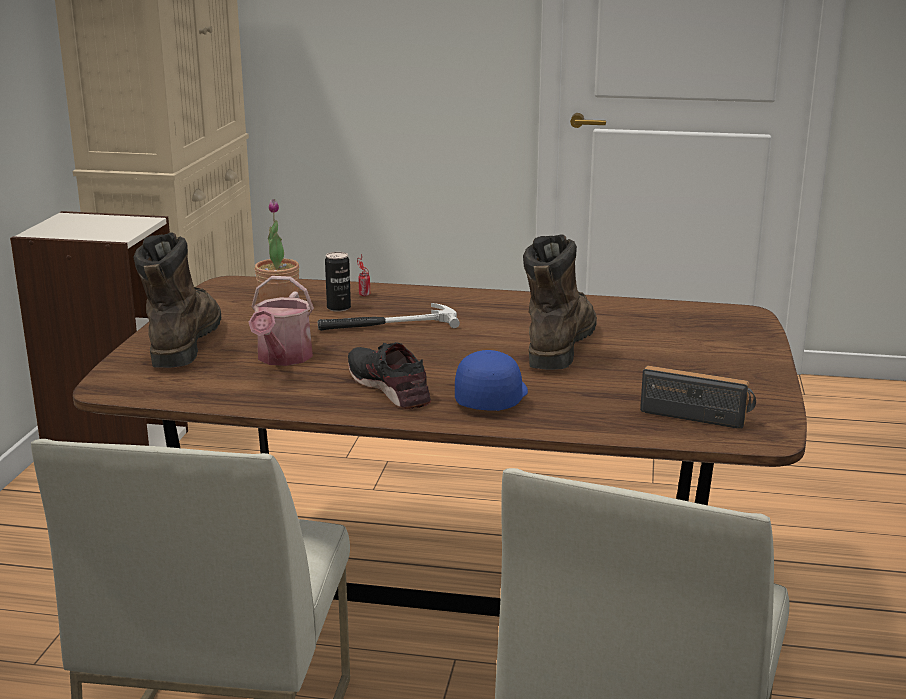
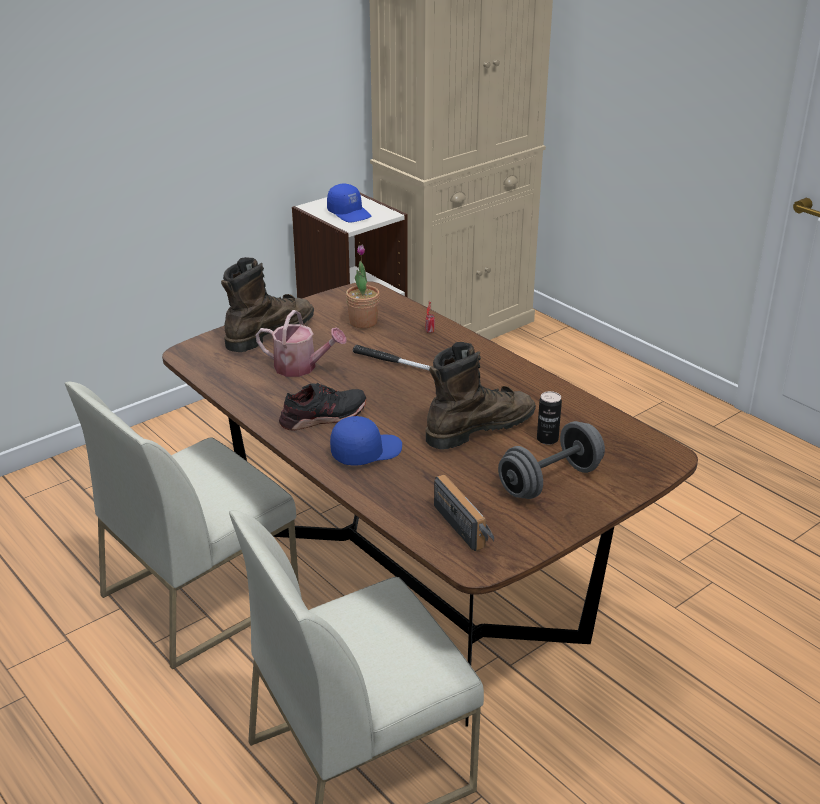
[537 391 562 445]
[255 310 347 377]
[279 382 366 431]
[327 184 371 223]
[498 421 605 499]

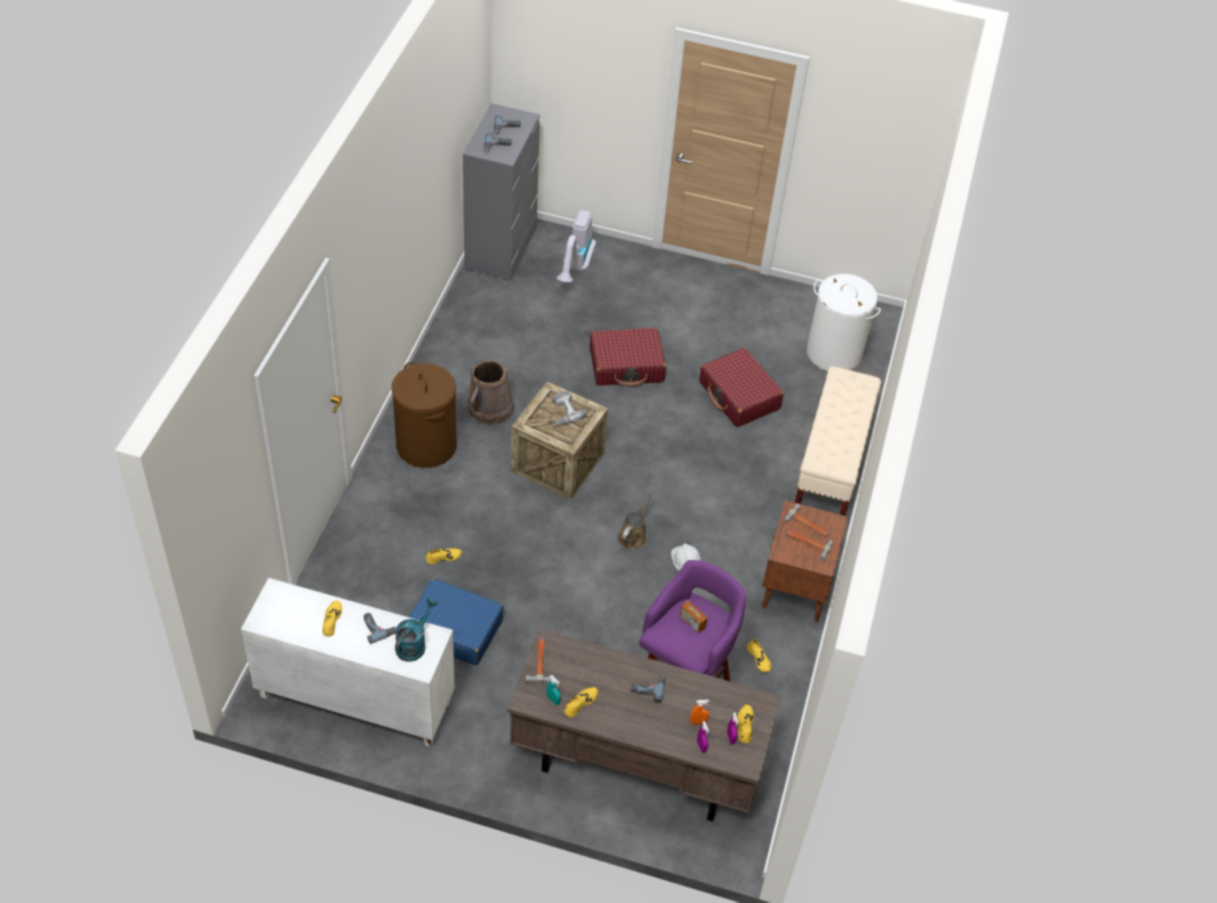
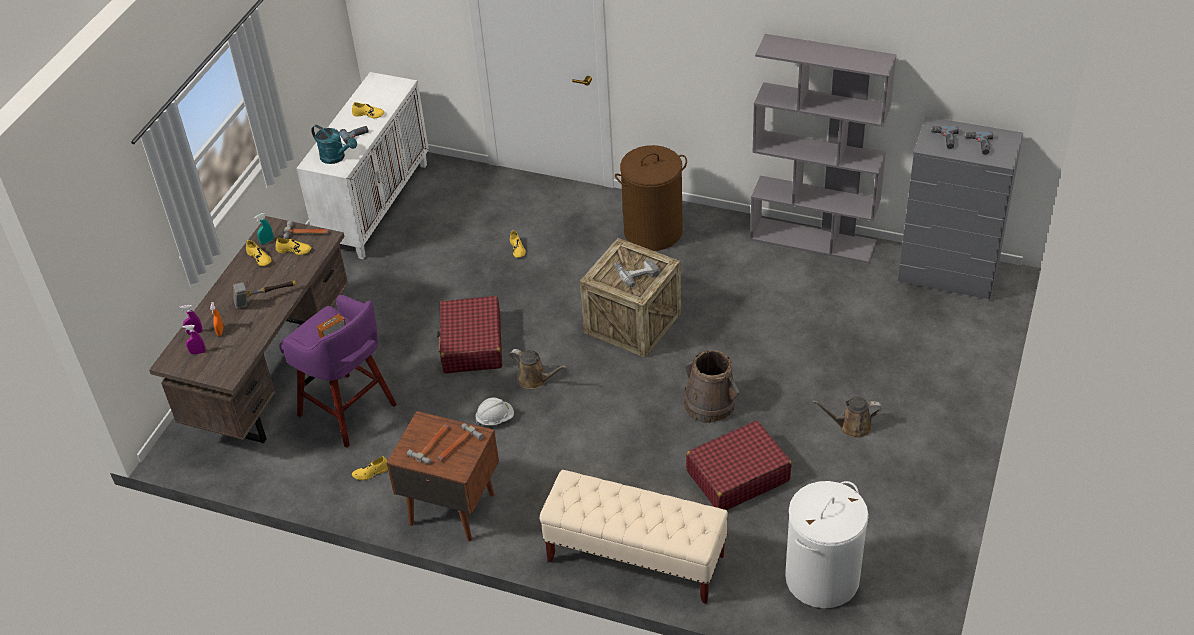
[557 210 596 282] (first image)
[437 296 502 374]
[684 350 739 423]
[409 579 504 665] (first image)
[233 281 297 309]
[276 238 311 255]
[750 34 897 263]
[812 397 882 438]

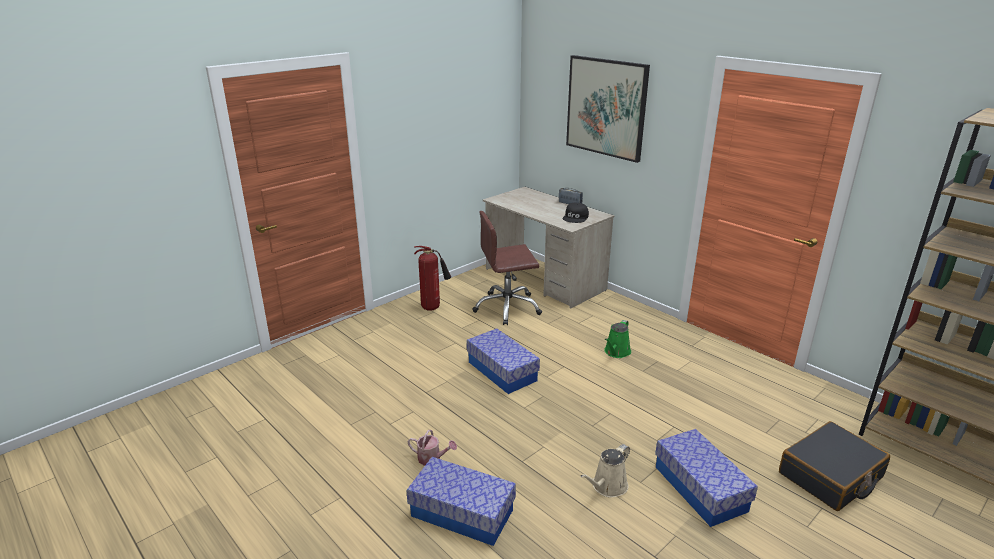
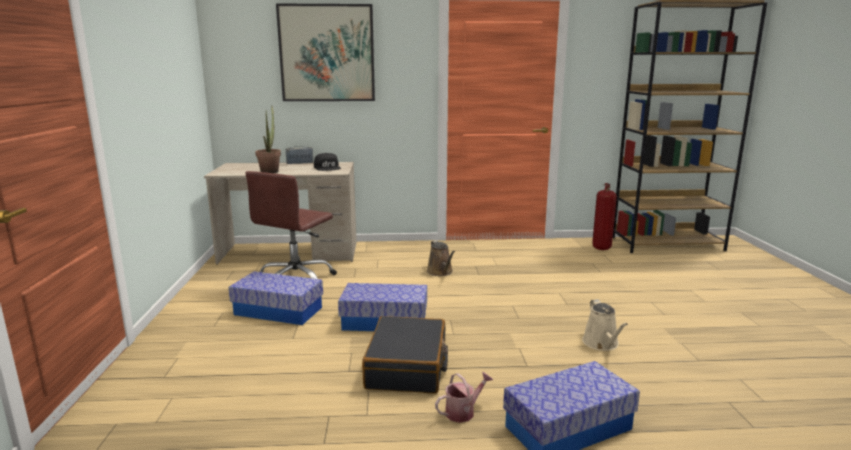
[592 183 617 250]
[427 240 455 276]
[362 316 448 394]
[229 271 323 325]
[255 106 281 173]

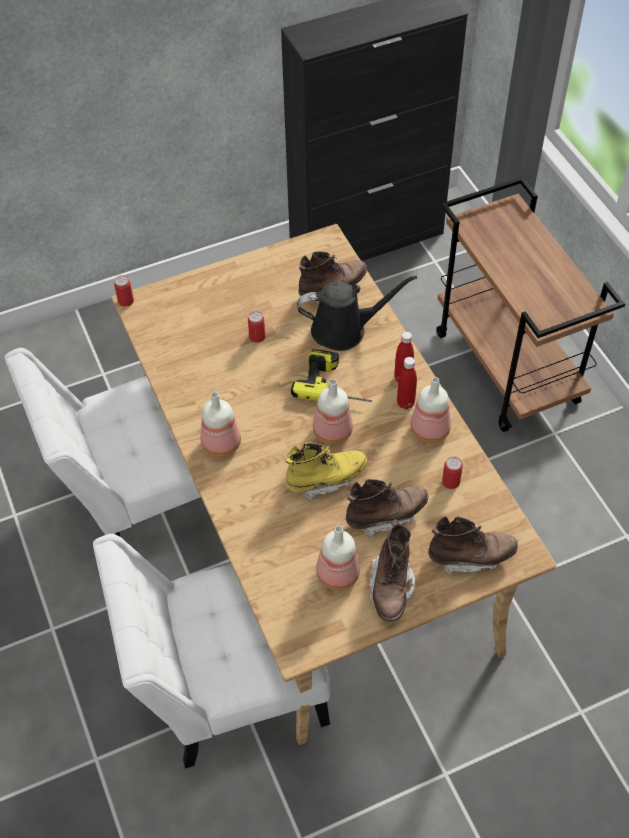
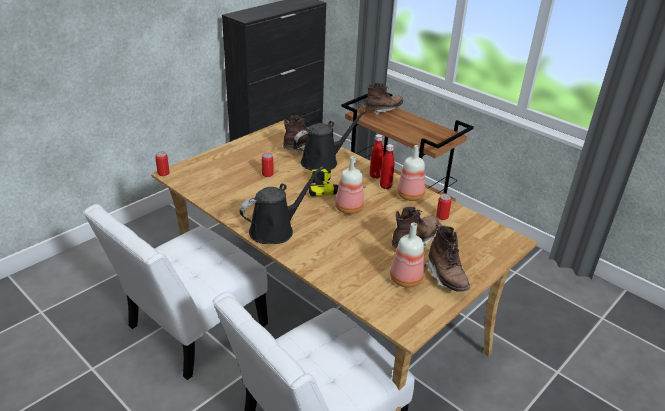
[240 167 323 244]
[285 442 367 501] (first image)
[365 83 403 115]

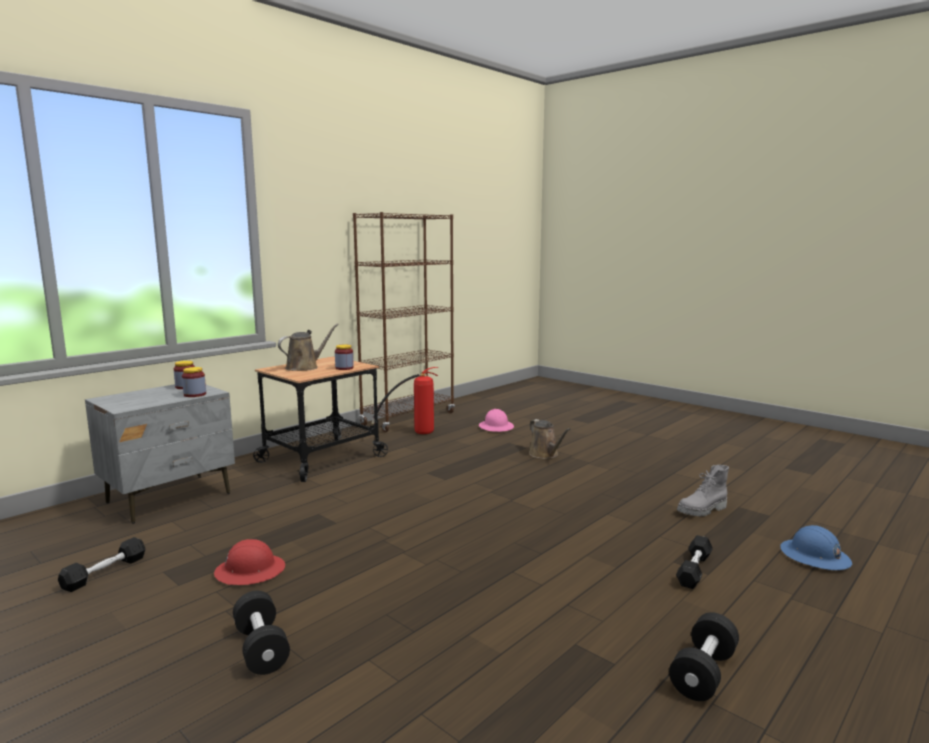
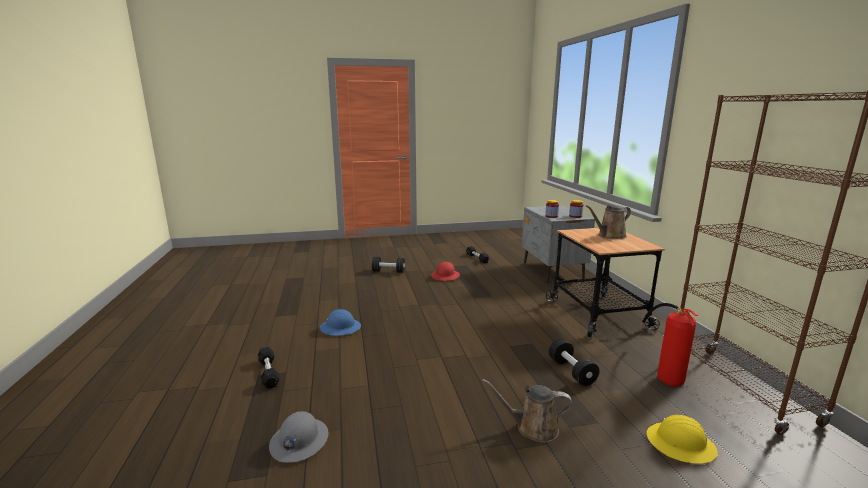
[586 205 631 239]
[335 345 354 370] (first image)
[647 415 718 463]
[269 411 329 463]
[320 309 361 336]
[549 339 599 386]

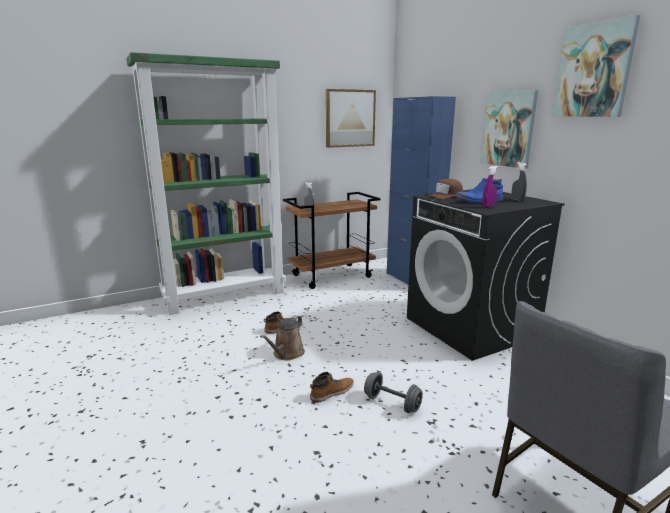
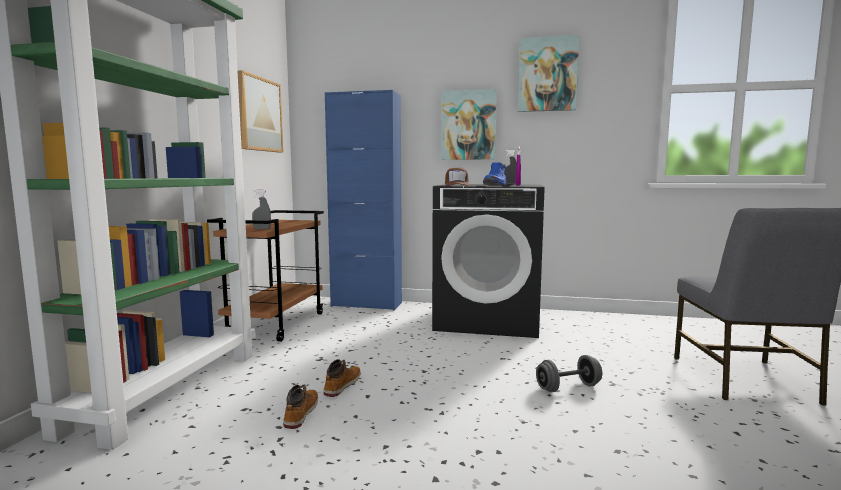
[260 315 305 360] (first image)
[283 384 318 429]

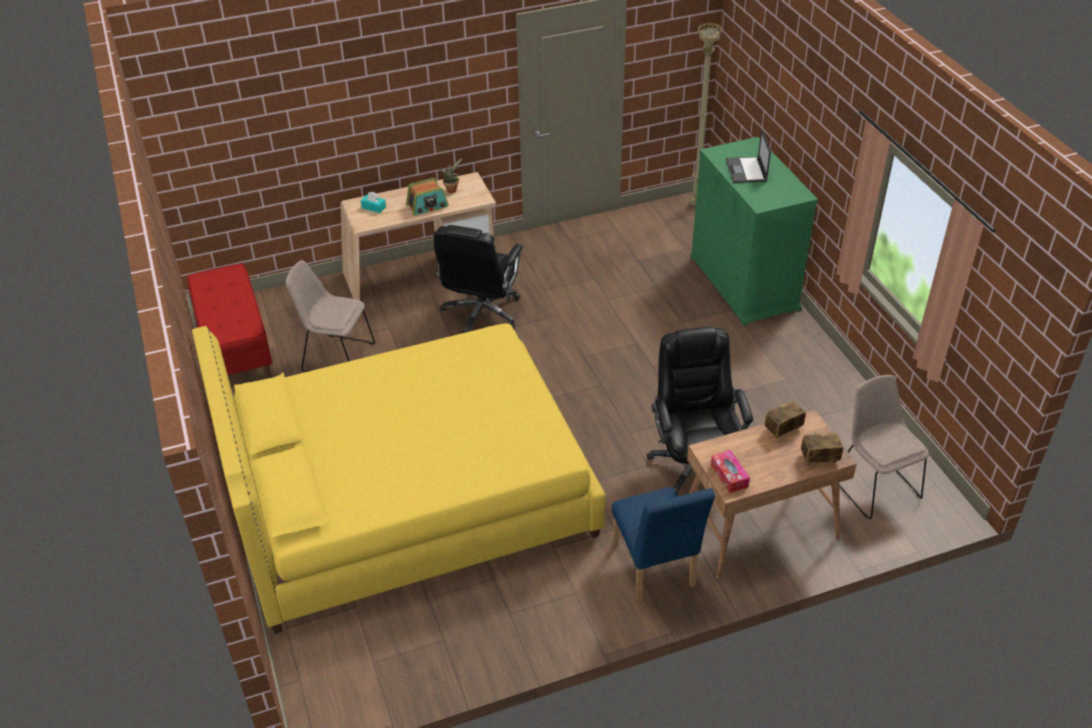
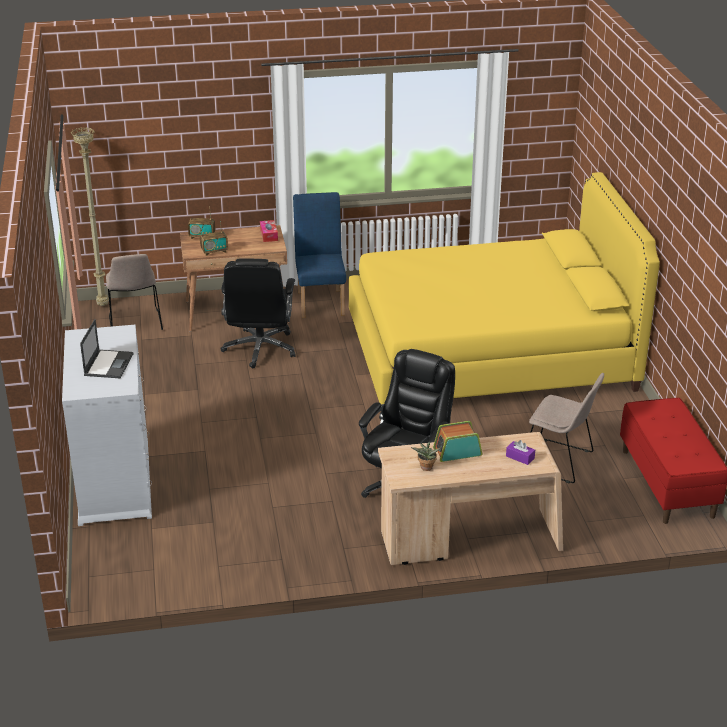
[71 127 109 306]
[62 325 152 526]
[506 440 535 465]

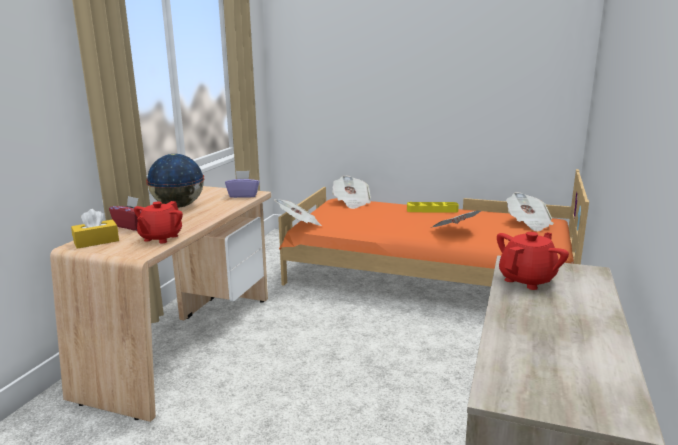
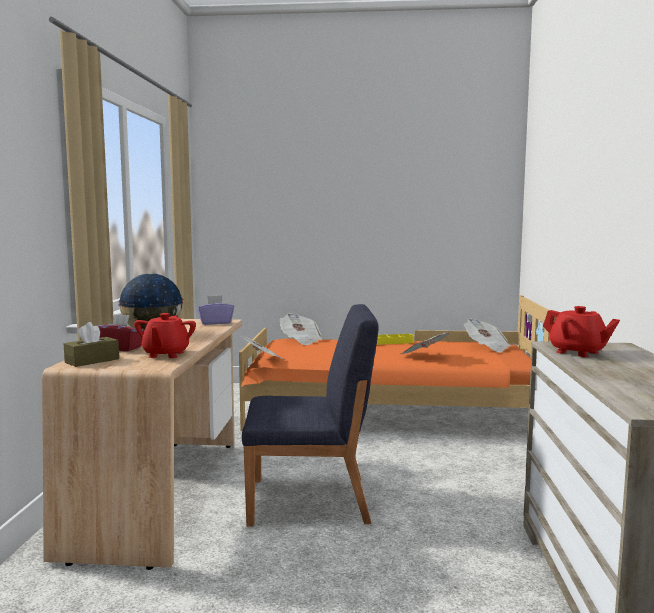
[64 322 119 367]
[543 306 620 357]
[242 304 379 527]

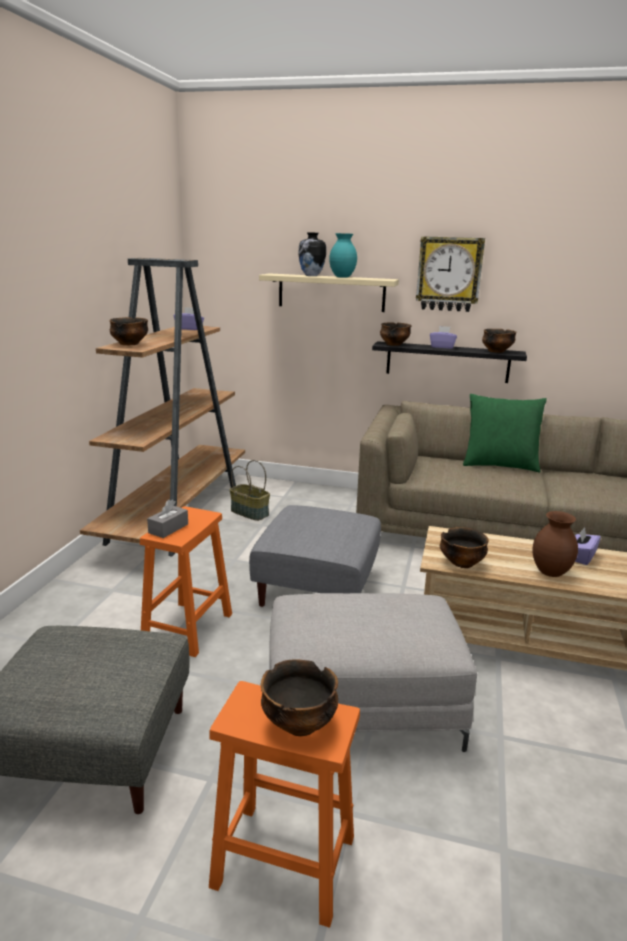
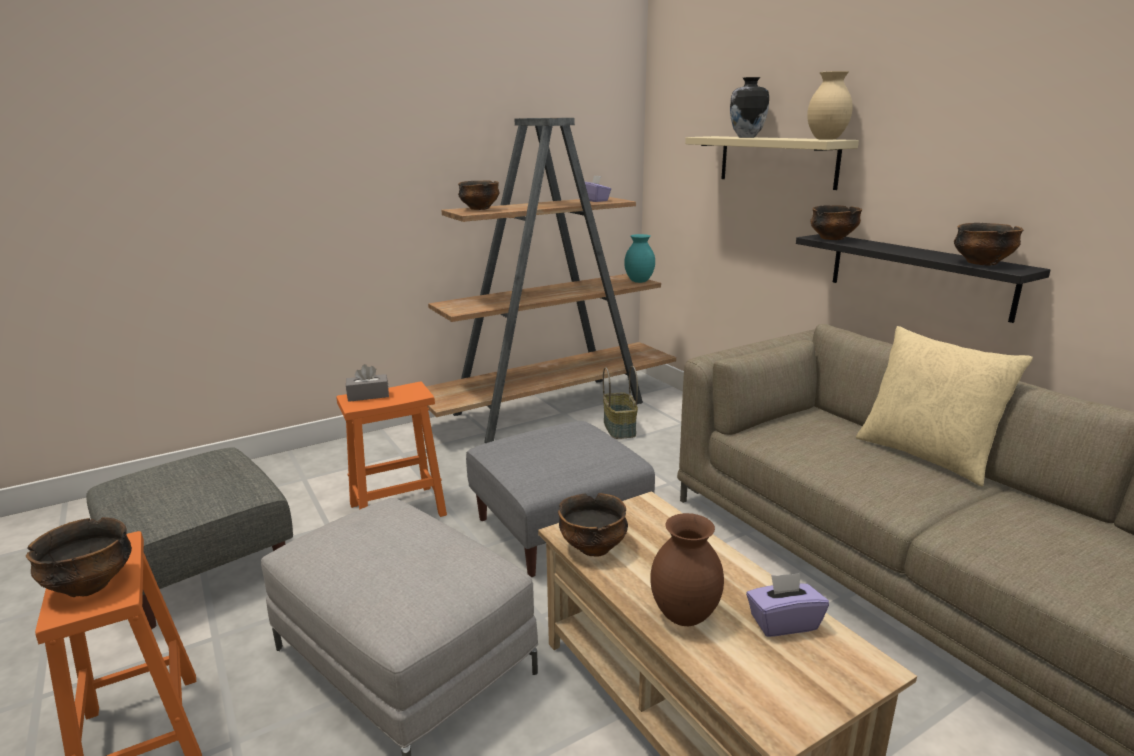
[624 234 655 283]
[416 236 485 312] (first image)
[430 326 457 349] (first image)
[856 326 1033 487]
[807 71 853 140]

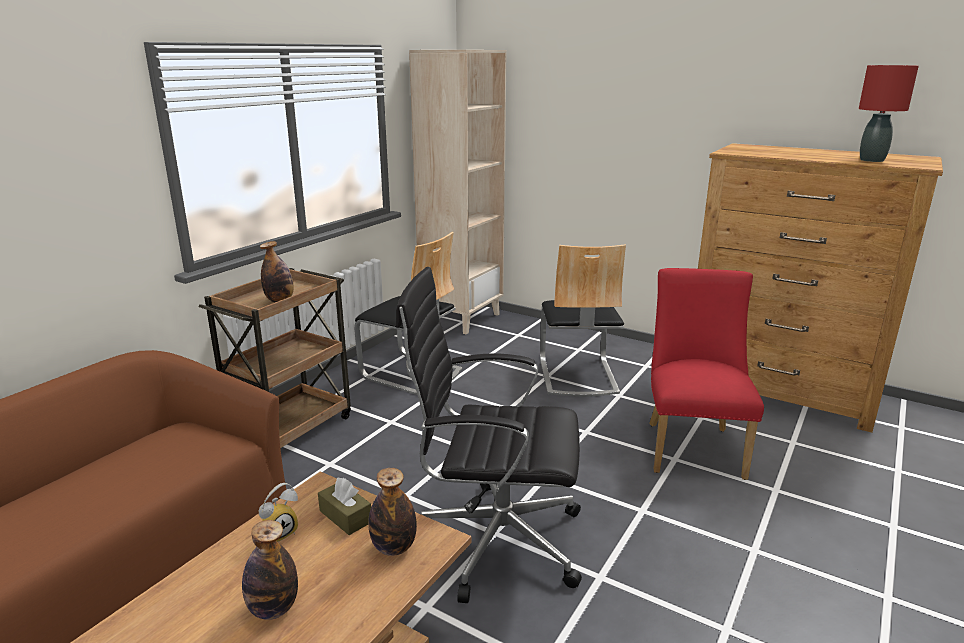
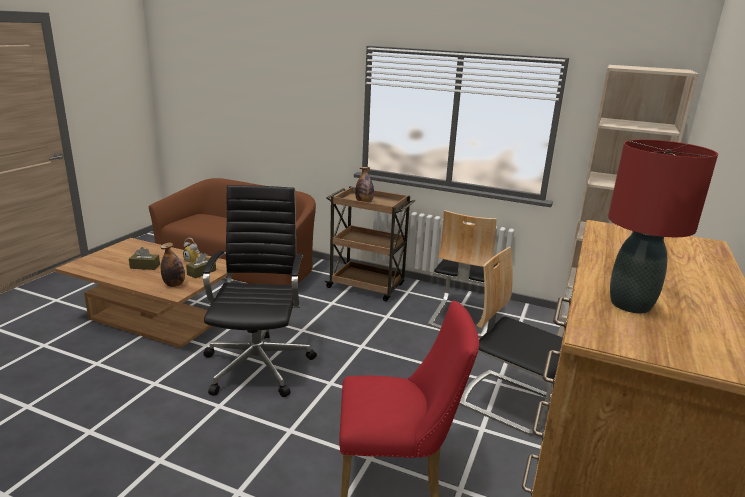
[459 247 563 435]
[129 247 160 270]

